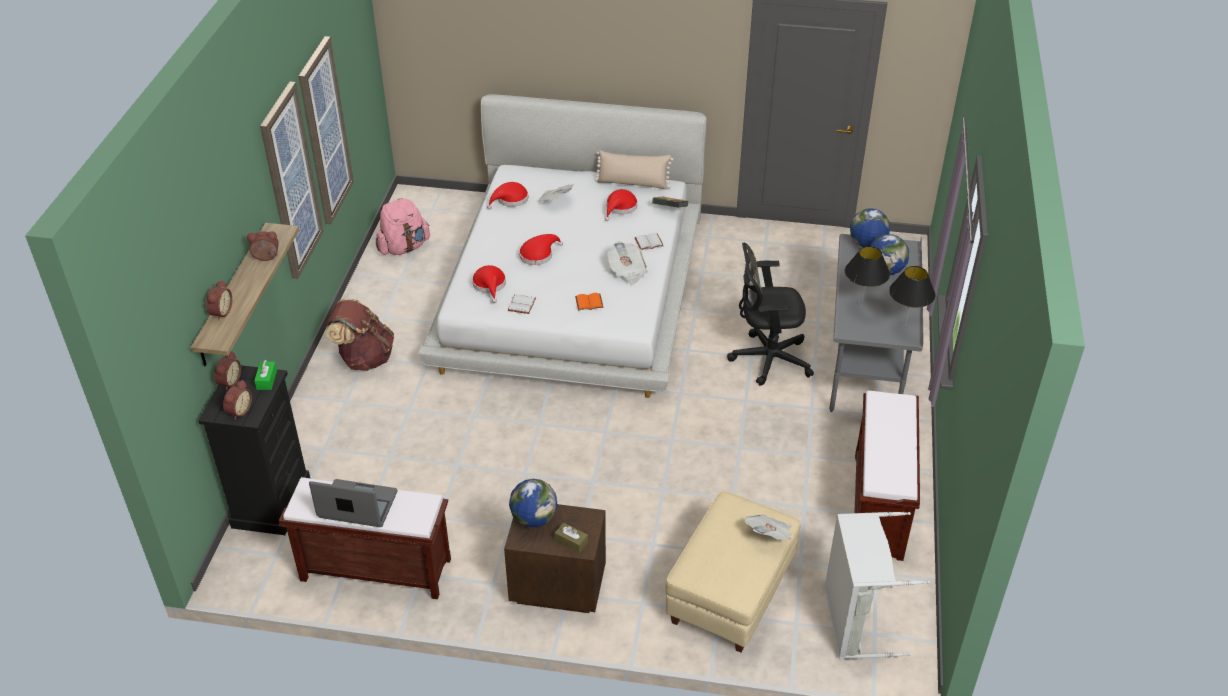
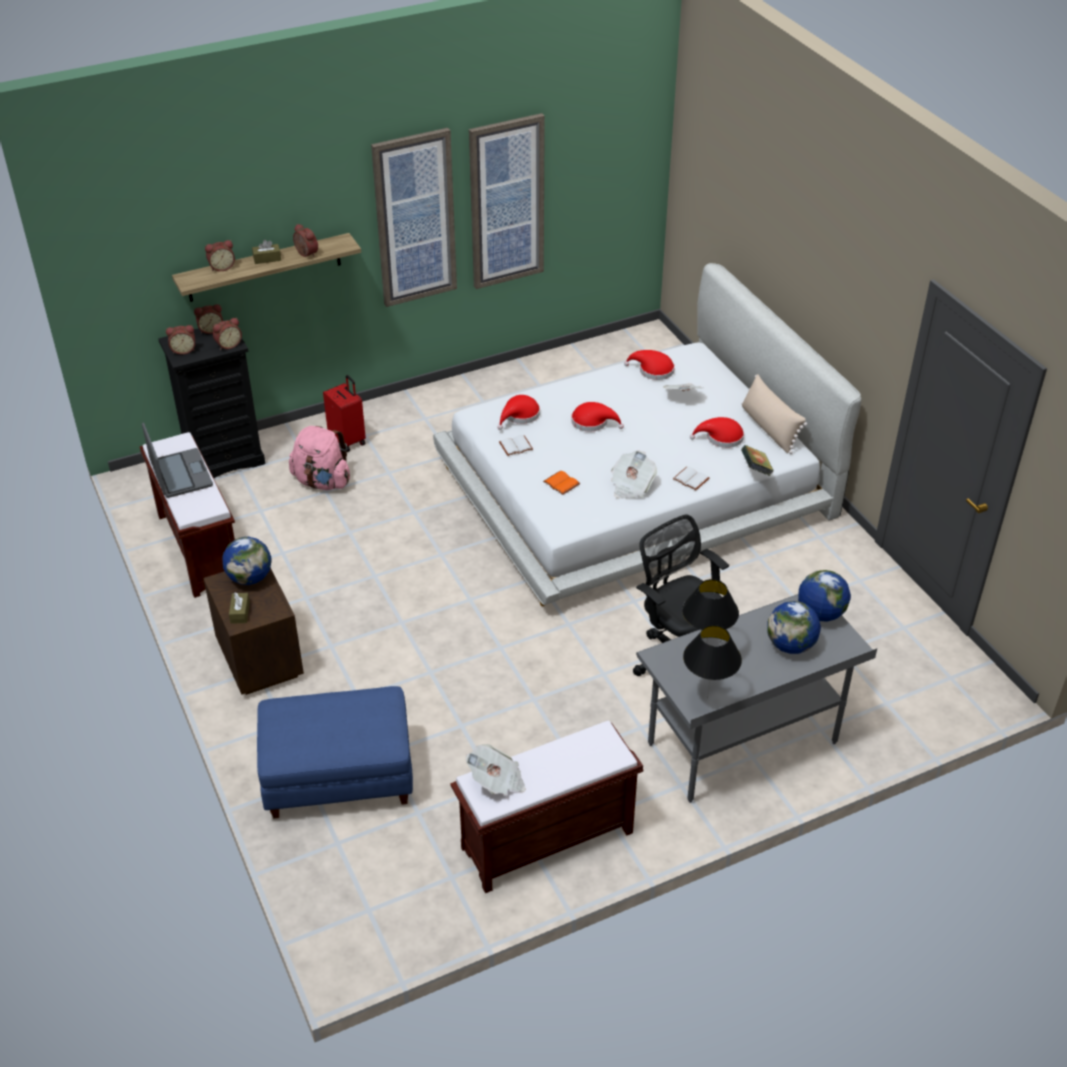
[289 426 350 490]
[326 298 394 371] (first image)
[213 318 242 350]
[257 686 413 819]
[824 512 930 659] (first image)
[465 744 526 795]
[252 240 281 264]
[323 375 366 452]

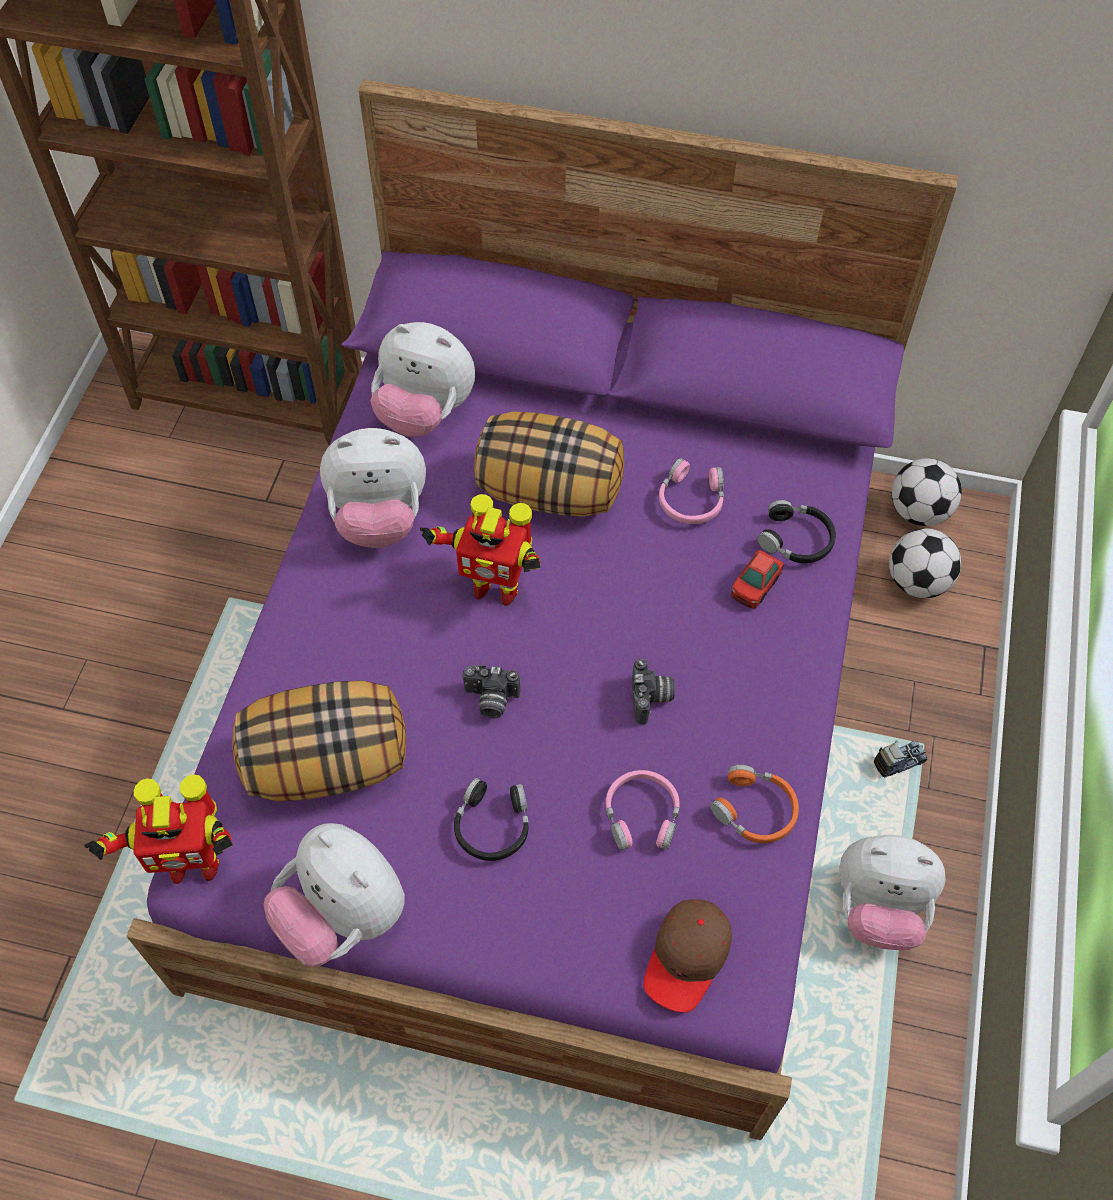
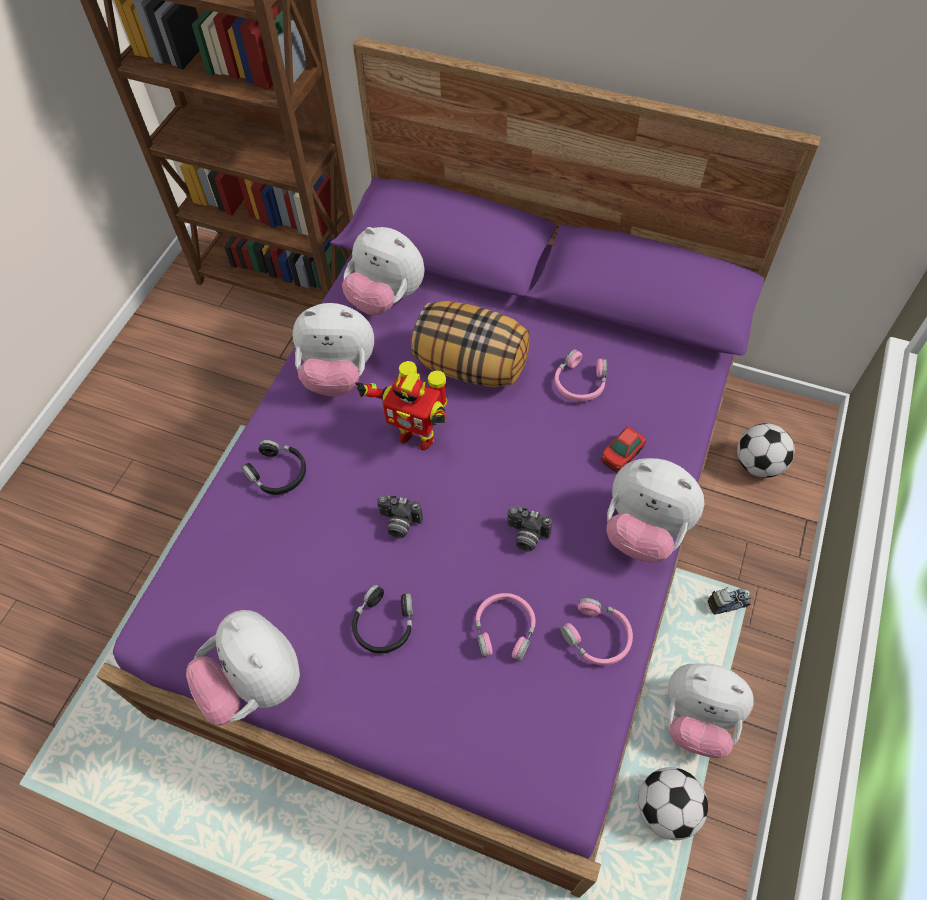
[638 767 708 840]
[241 440 306 495]
[508 506 552 551]
[233 680 406 801] (first image)
[560 598 633 666]
[84 775 233 884] (first image)
[643 899 732 1012] (first image)
[606 458 704 563]

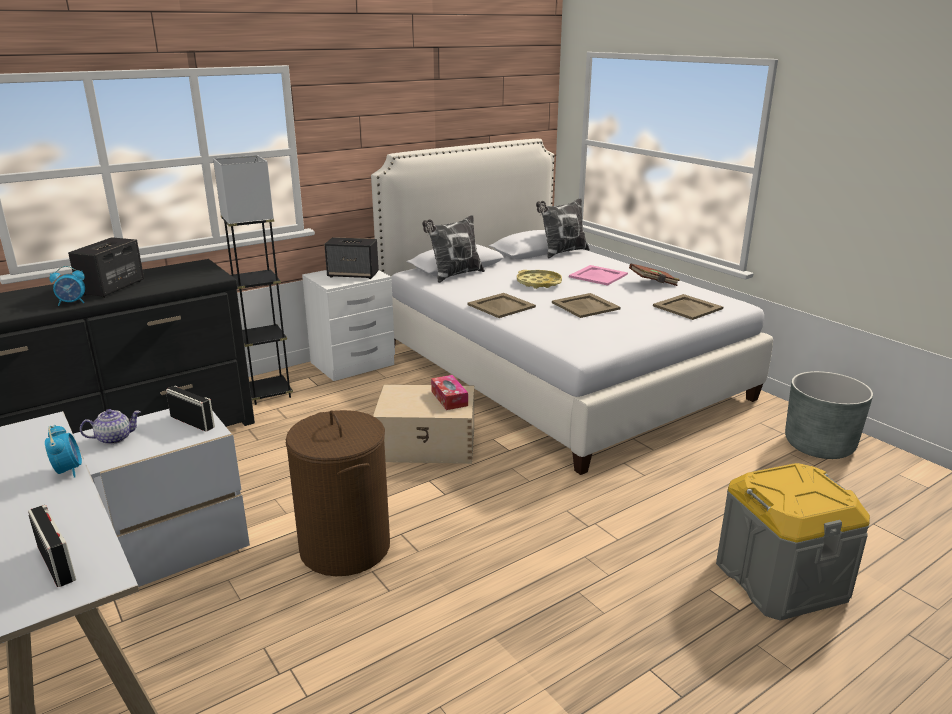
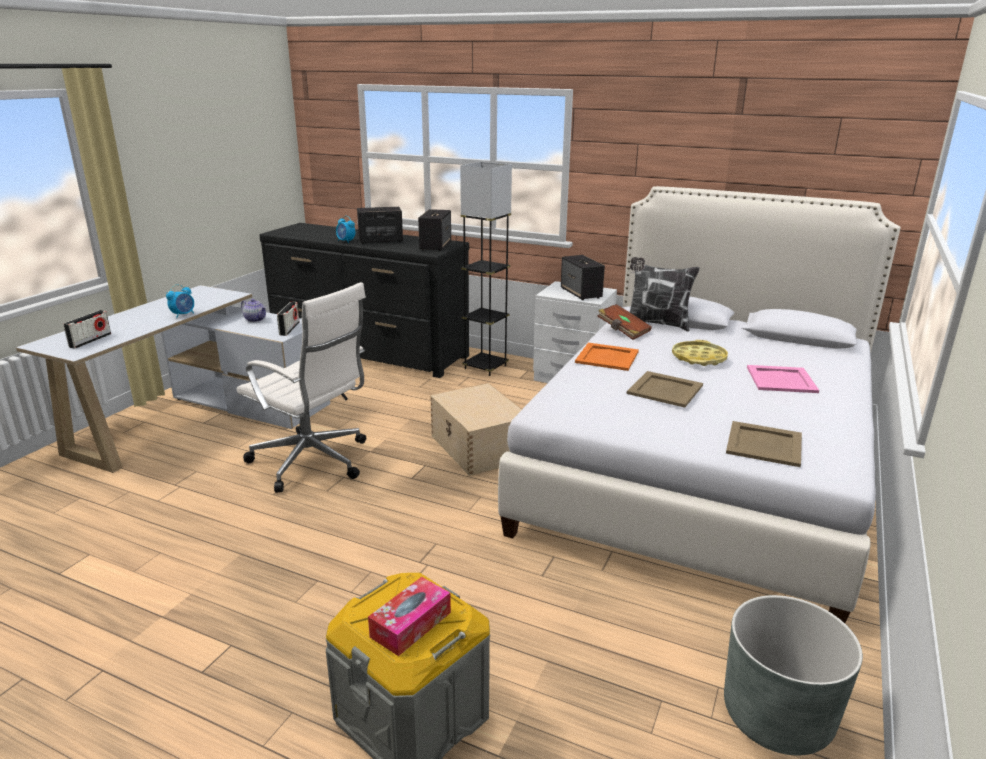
[536 198 590 258] (first image)
[597 304 652 340]
[575 343 639 371]
[368 577 451 656]
[237 282 366 492]
[418 209 451 251]

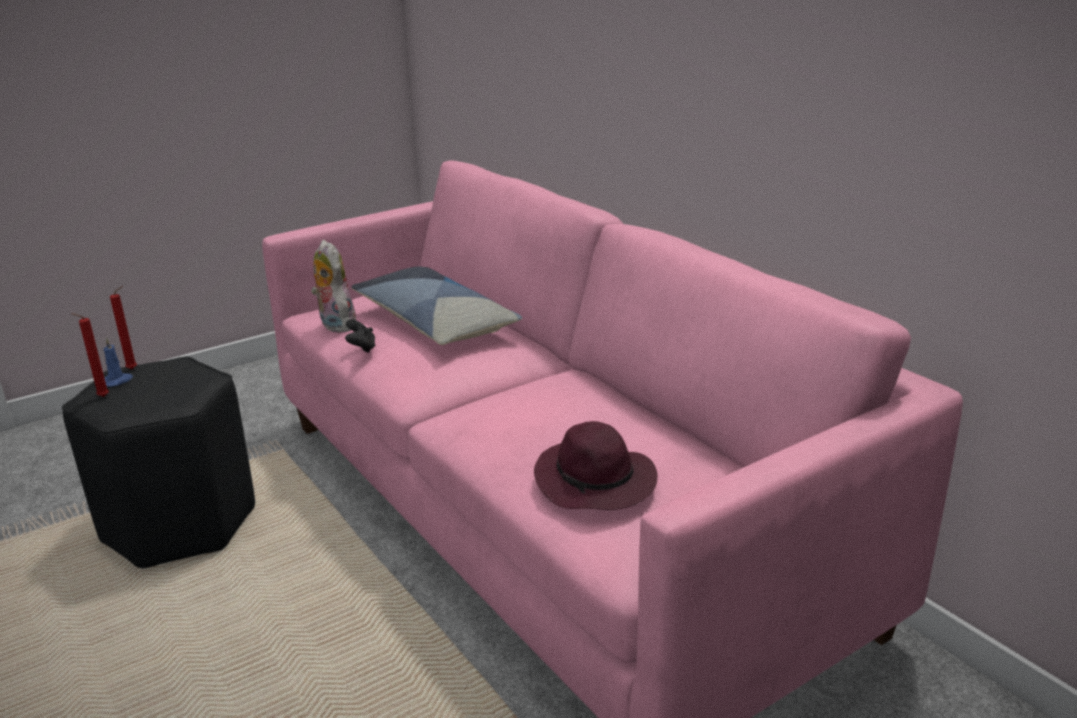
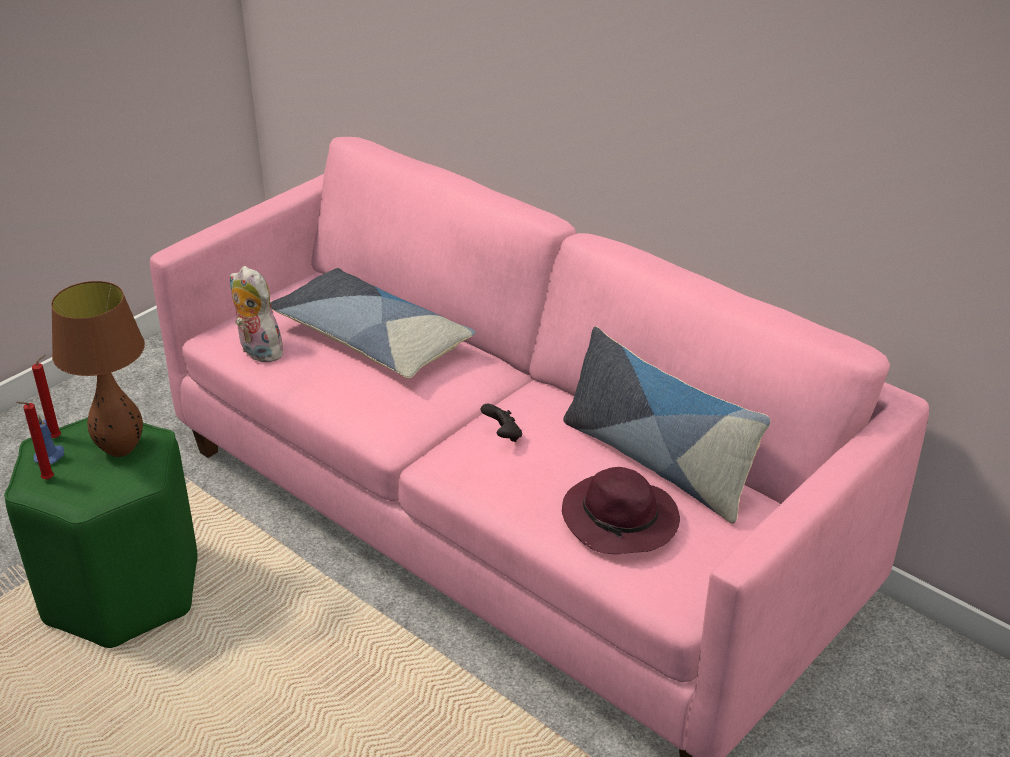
[480 404 522 442]
[4 417 198 648]
[51 281 145 457]
[563 326 771 523]

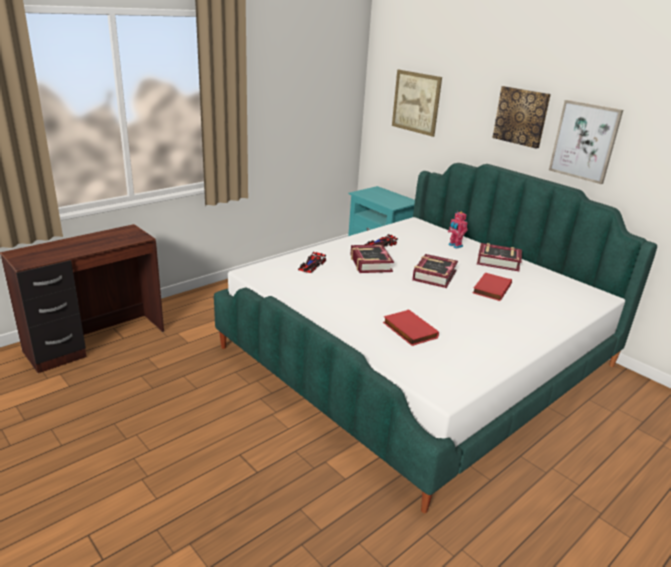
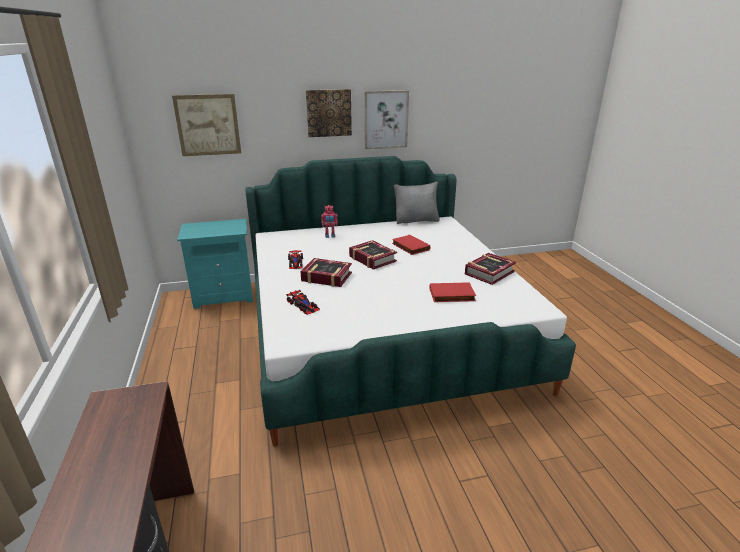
[465 253 516 285]
[394 181 440 224]

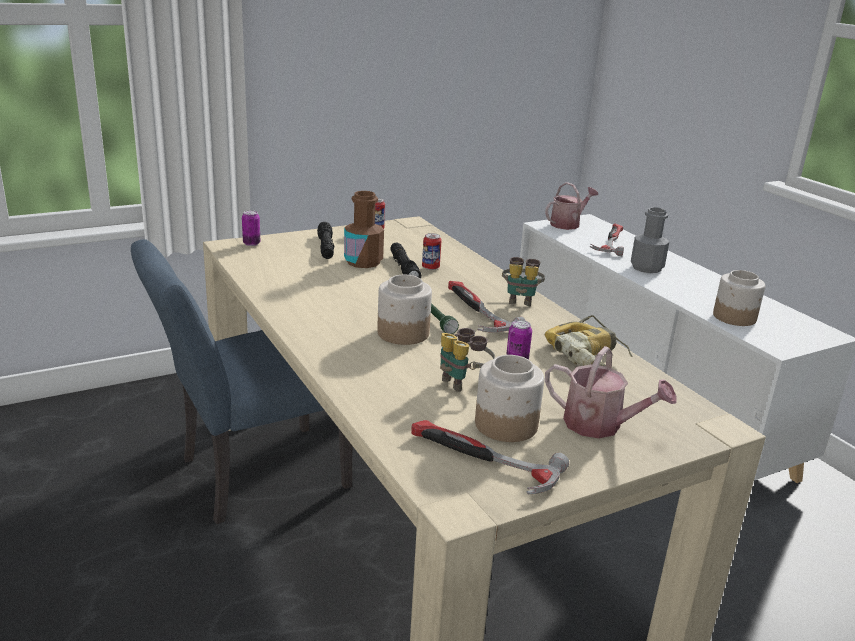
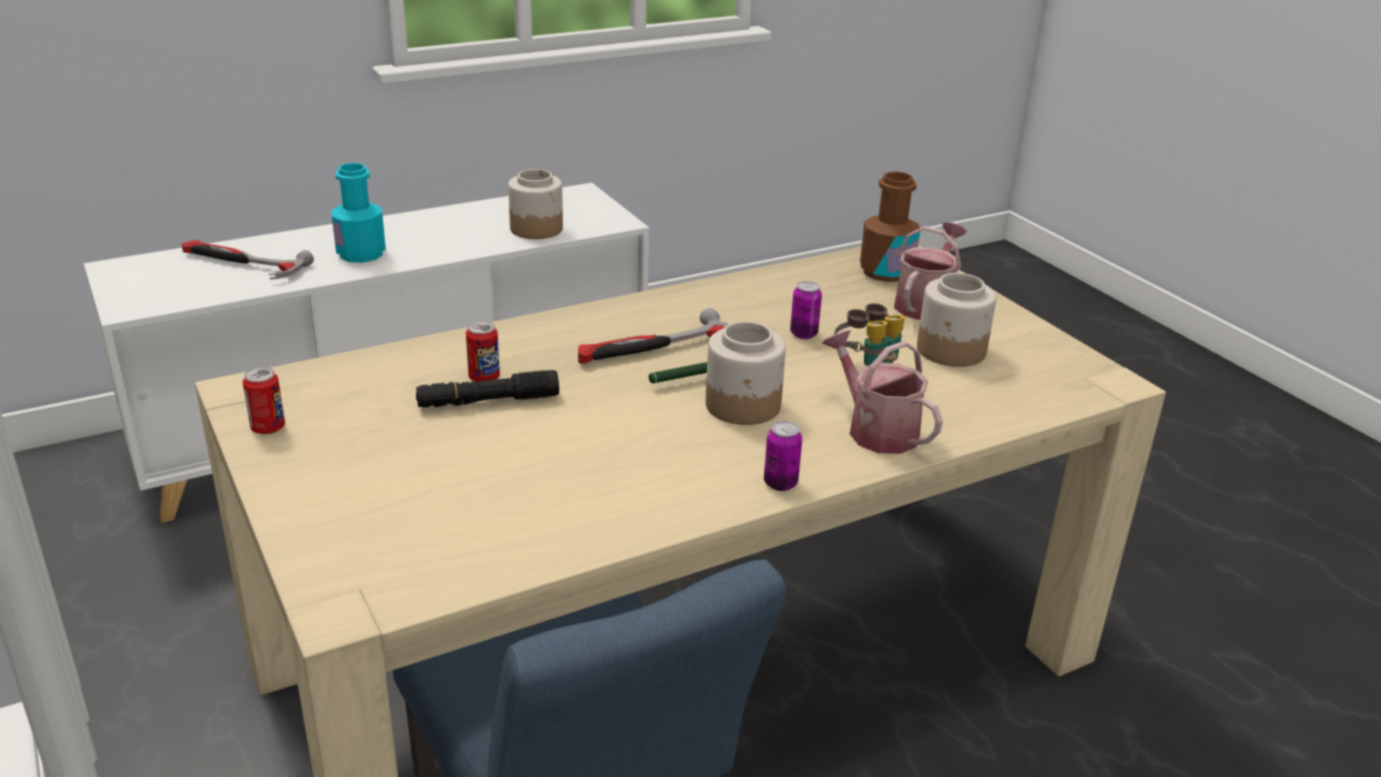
[822 330 943 454]
[860 171 920 282]
[331 163 386 263]
[764 421 802 491]
[317 222 335 259] (first image)
[502 257 545 307] (first image)
[545 315 633 366] (first image)
[411 420 569 494] (first image)

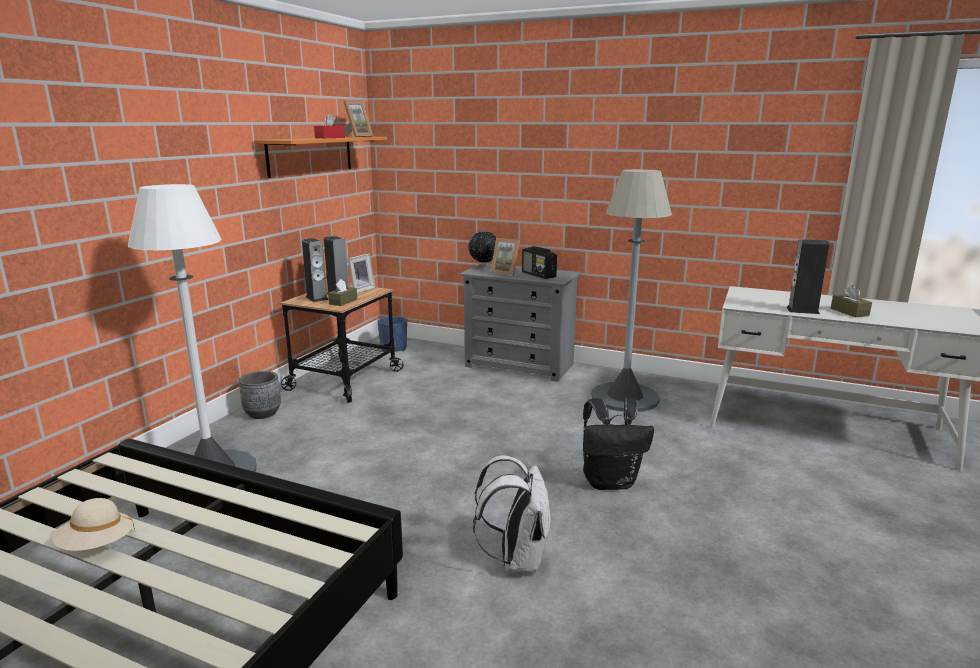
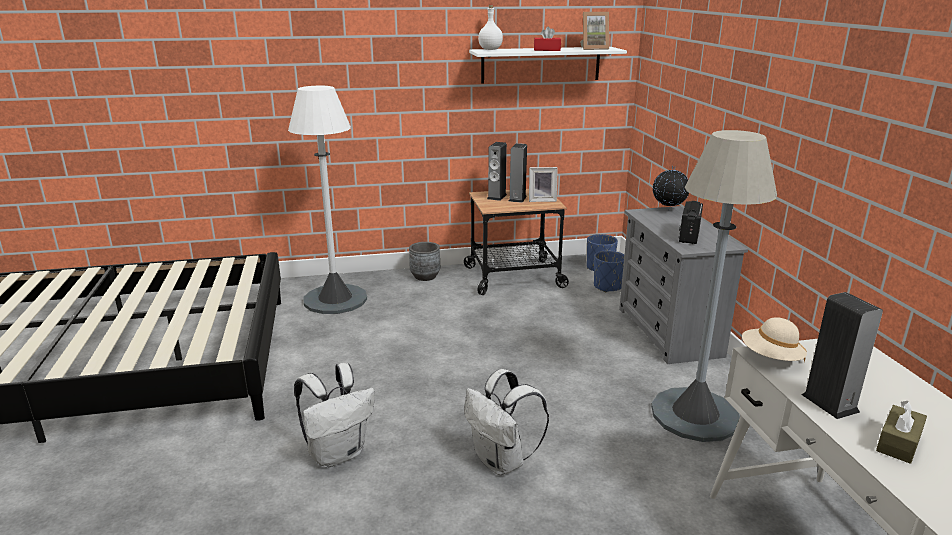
[469 47 627 83]
[490 238 520 276] (first image)
[328 279 357 306] (first image)
[464 369 549 475]
[742 317 807 362]
[478 5 503 50]
[594 251 625 292]

